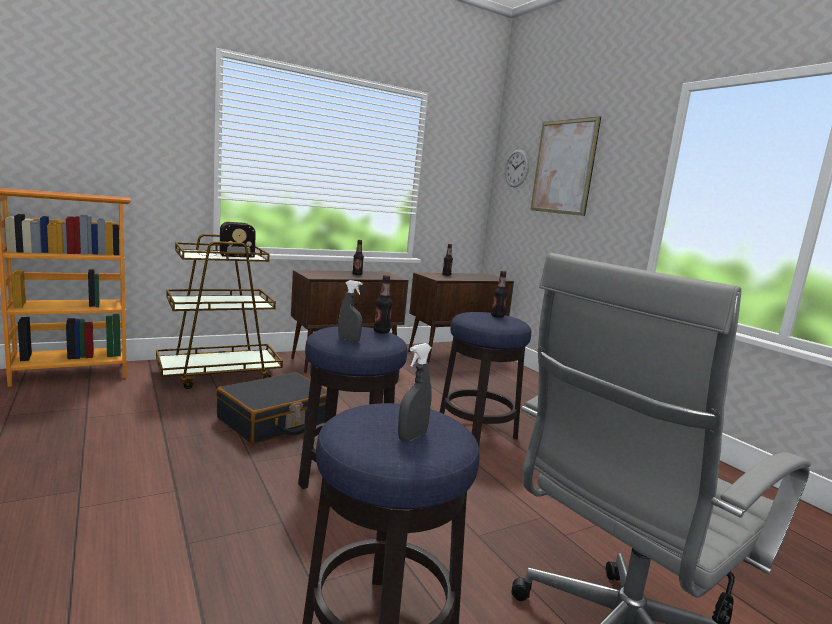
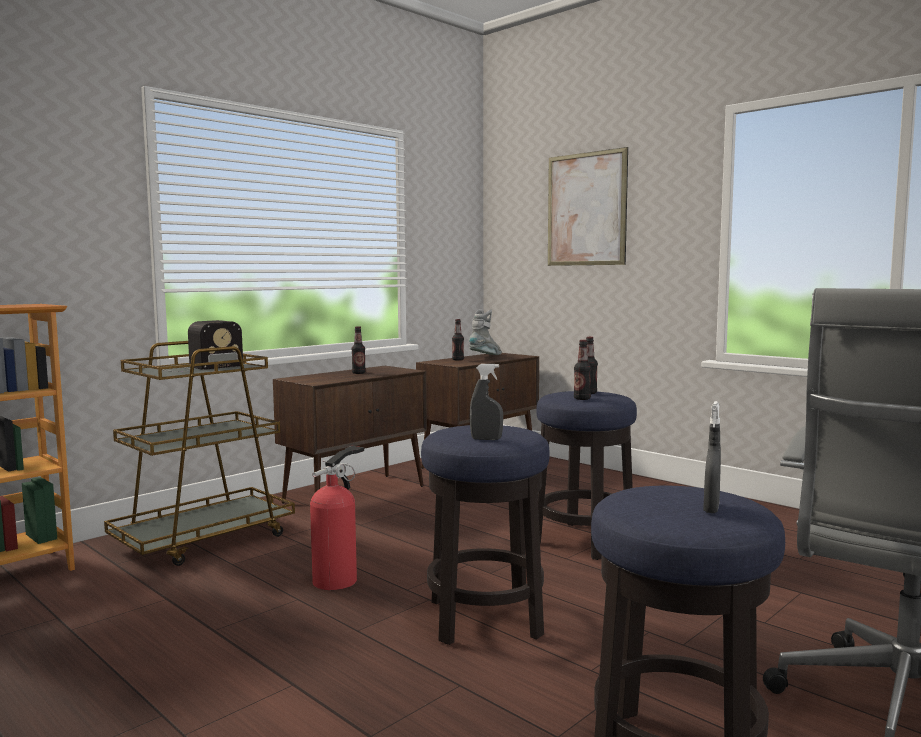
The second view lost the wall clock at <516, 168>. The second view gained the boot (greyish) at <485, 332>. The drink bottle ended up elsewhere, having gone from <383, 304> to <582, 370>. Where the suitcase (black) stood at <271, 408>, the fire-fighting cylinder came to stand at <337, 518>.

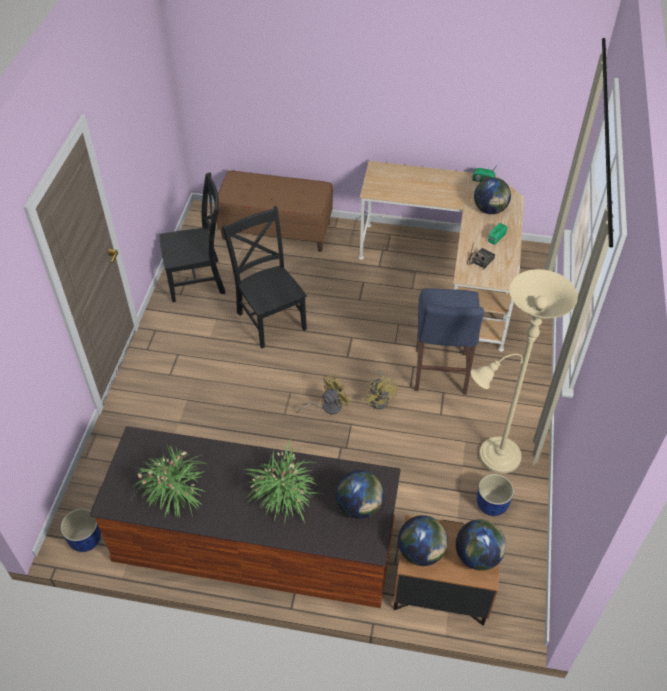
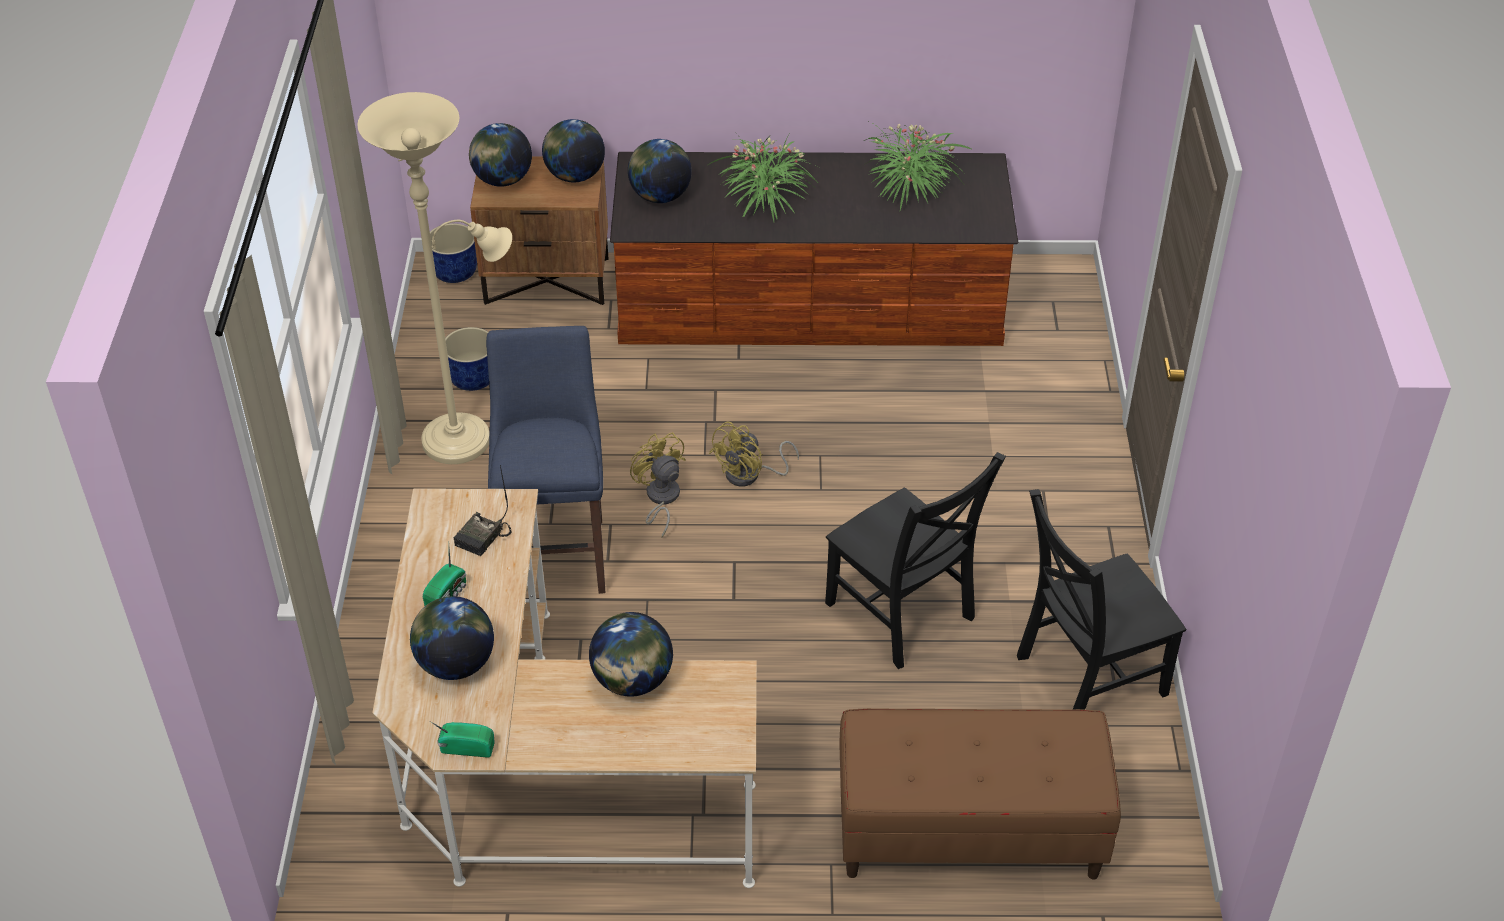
The second view gained the desk globe at <631, 654>. The planter (blue-coloured) ended up elsewhere, having gone from <81, 530> to <453, 253>.

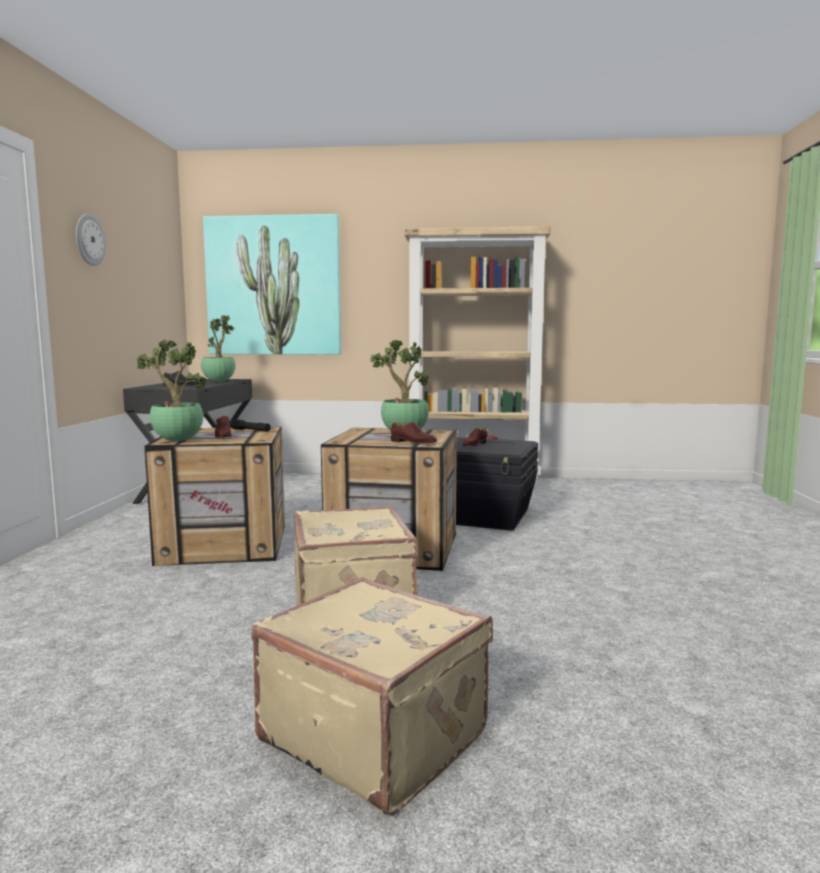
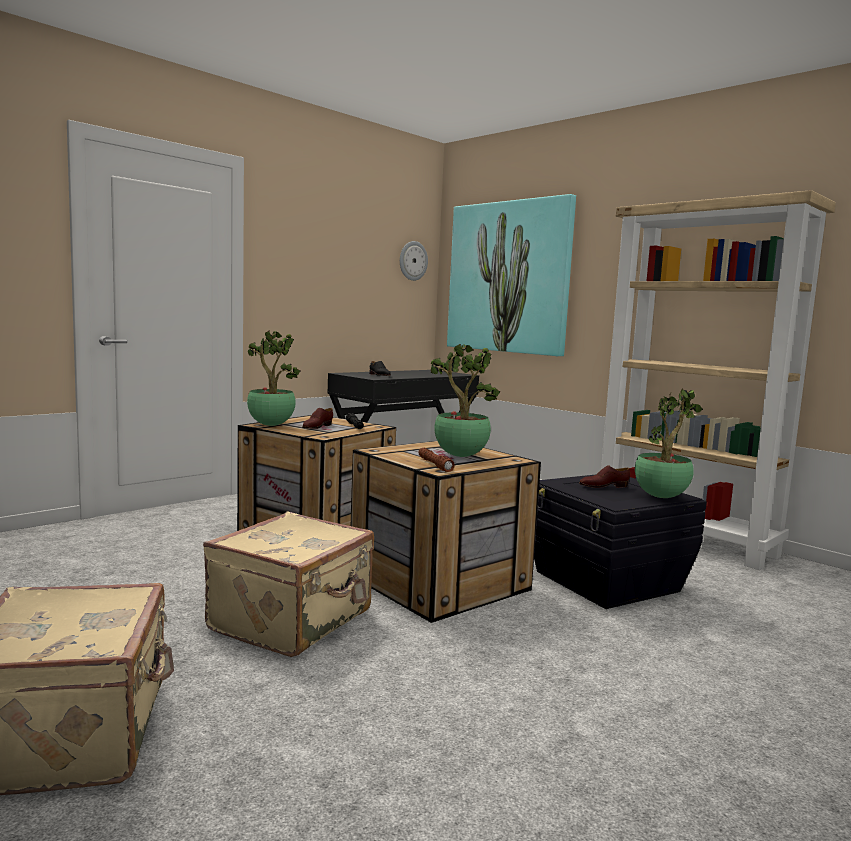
The wall clock ended up elsewhere, having gone from <91, 240> to <414, 261>. The plant in a pot ended up elsewhere, having gone from <218, 348> to <669, 443>. Where the item of footwear (brownish) stood at <414, 432>, the hand torch (brownish) came to stand at <436, 460>.

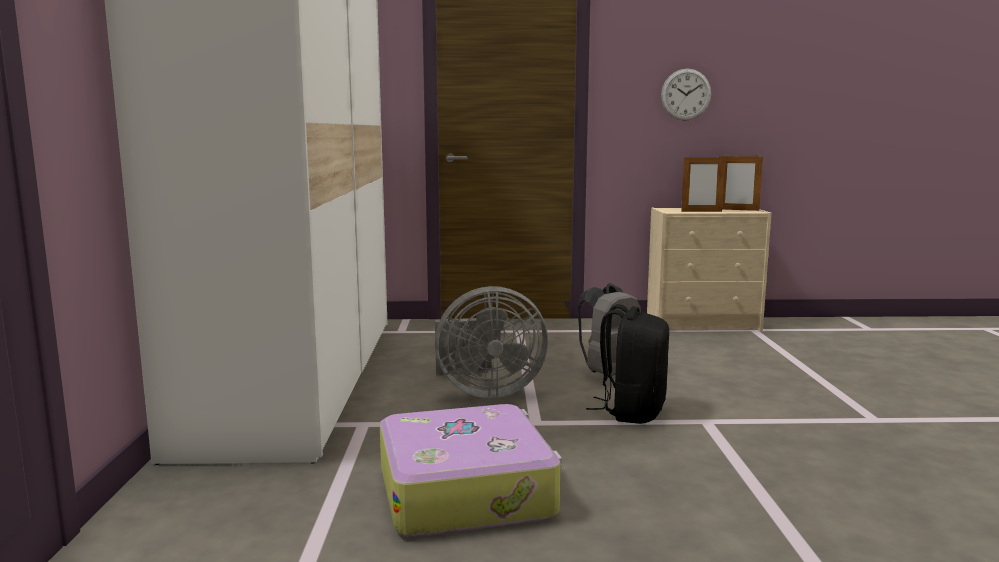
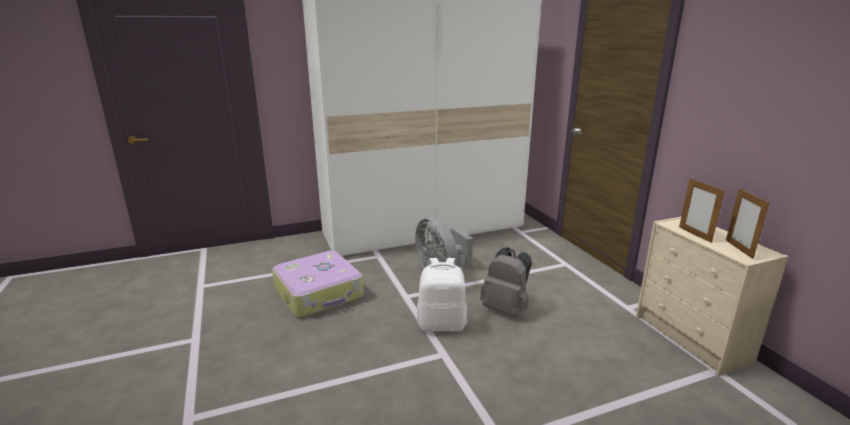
The second view lost the wall clock at <686, 95>. What was the knapsack (black) at <627, 364> turned into the knapsack (white-coloured) at <442, 295>.

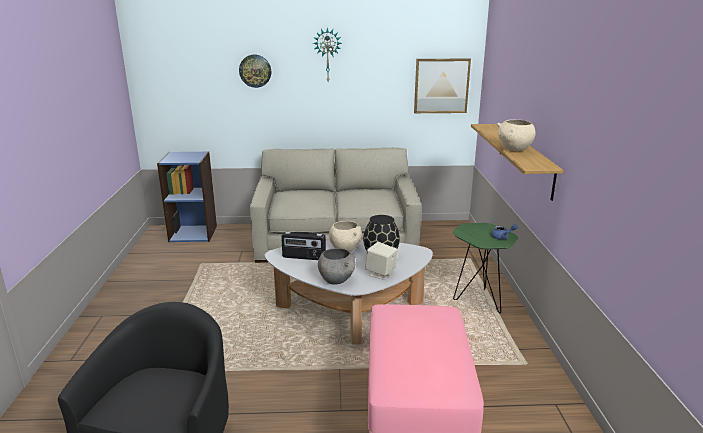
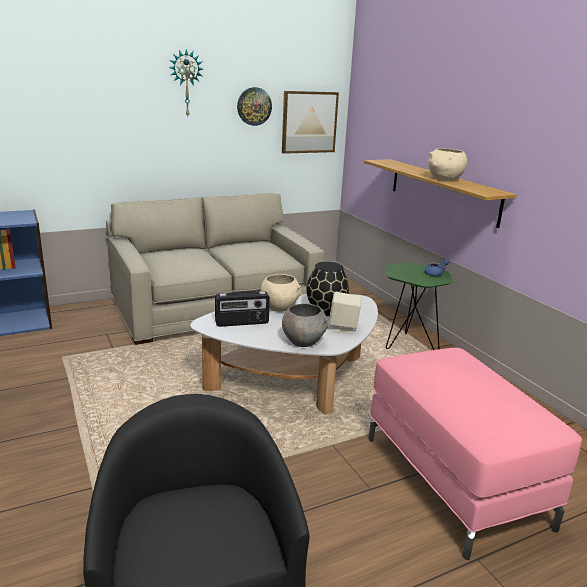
The wall clock ended up elsewhere, having gone from <255, 71> to <254, 106>.

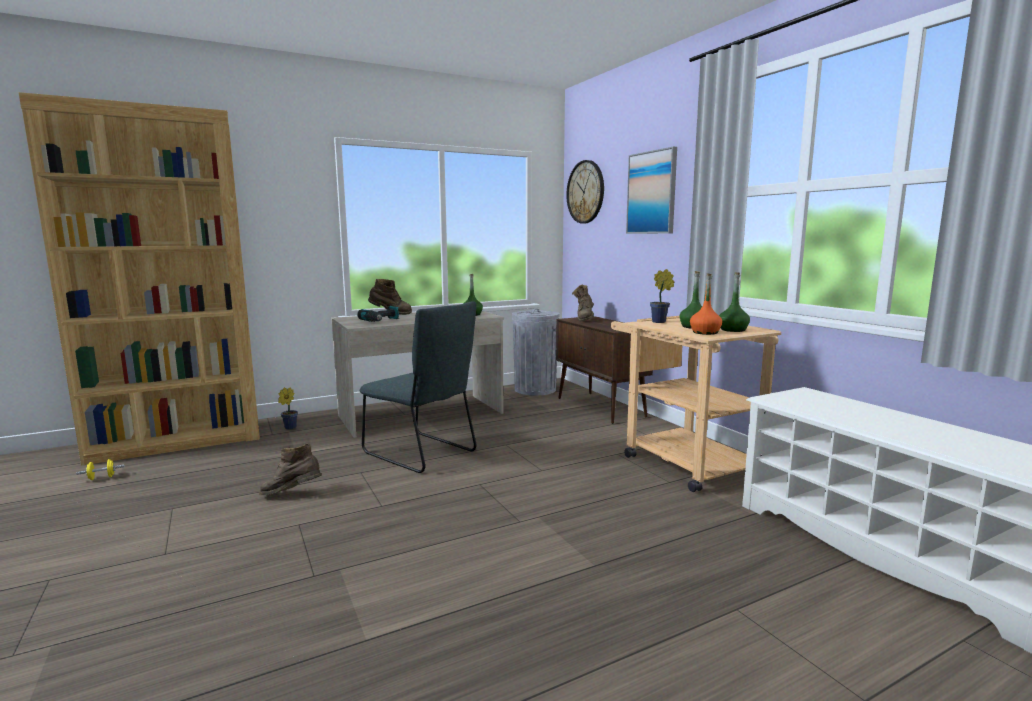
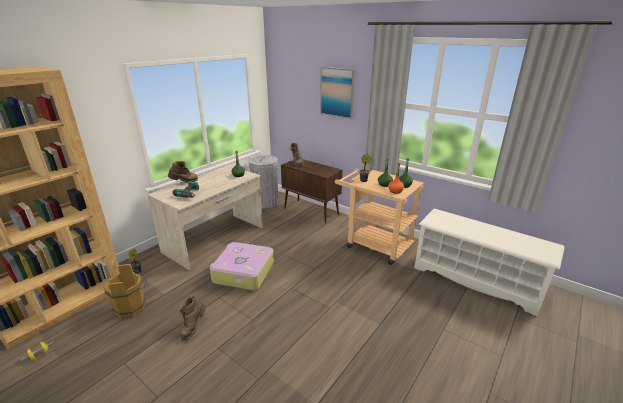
The second view lost the wall clock at <585, 192>. The second view gained the pail (brownish) at <125, 291>. Where the chair (greyish) stood at <418, 387>, the suitcase came to stand at <242, 266>. The boot (brownish) at <290, 469> ended up facing another way, 45 degrees counterclockwise from before.

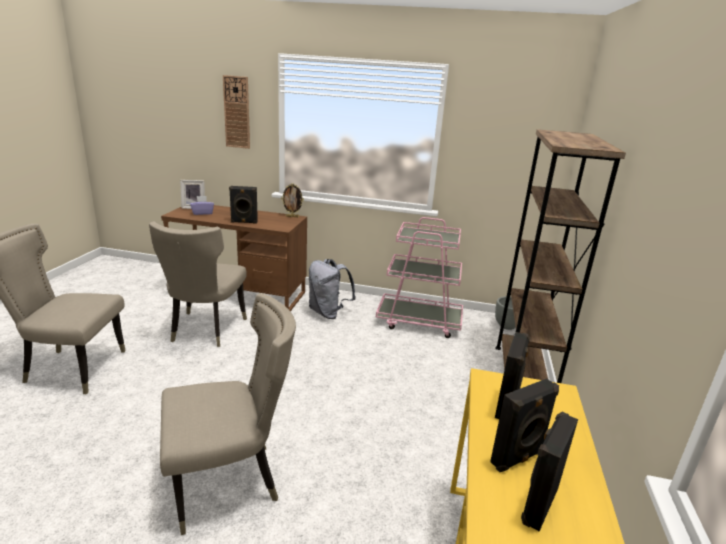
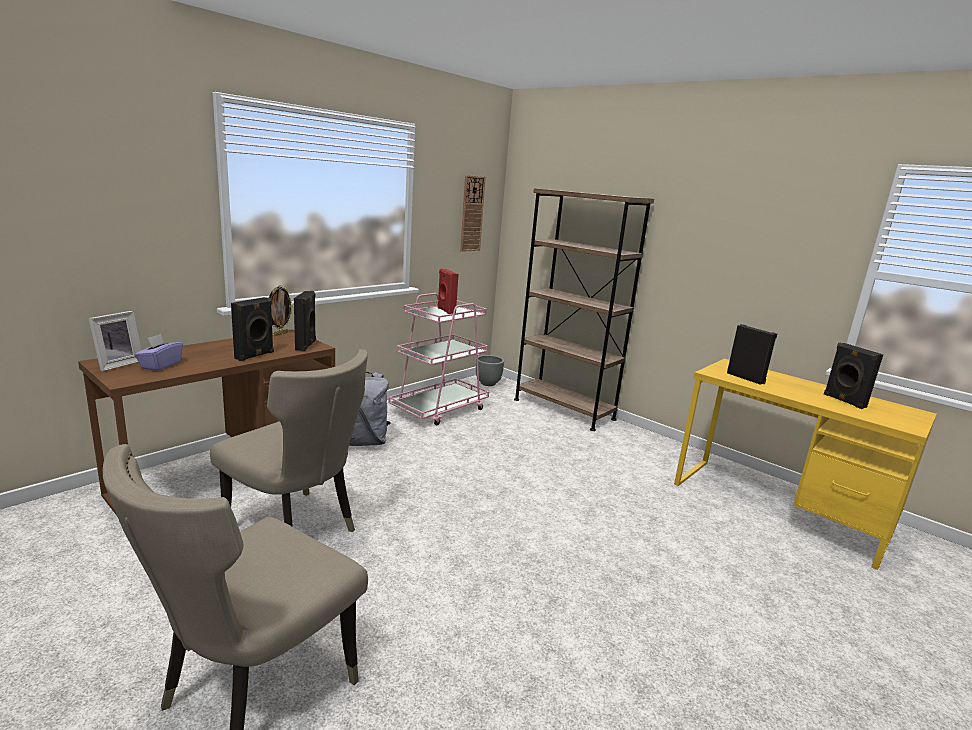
The second view lost the chair (sand-coloured) at <228, 414>. The second view gained the audio speaker (red) at <447, 291>. The wall clock ended up elsewhere, having gone from <236, 112> to <473, 213>. The audio speaker (black) ended up elsewhere, having gone from <524, 425> to <305, 321>.

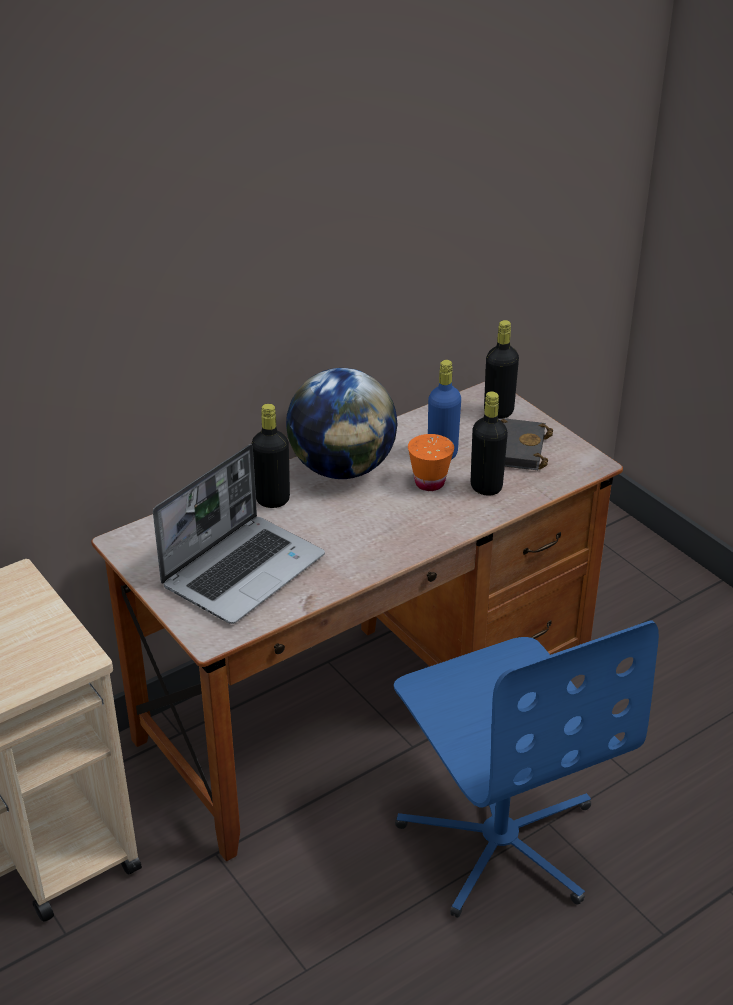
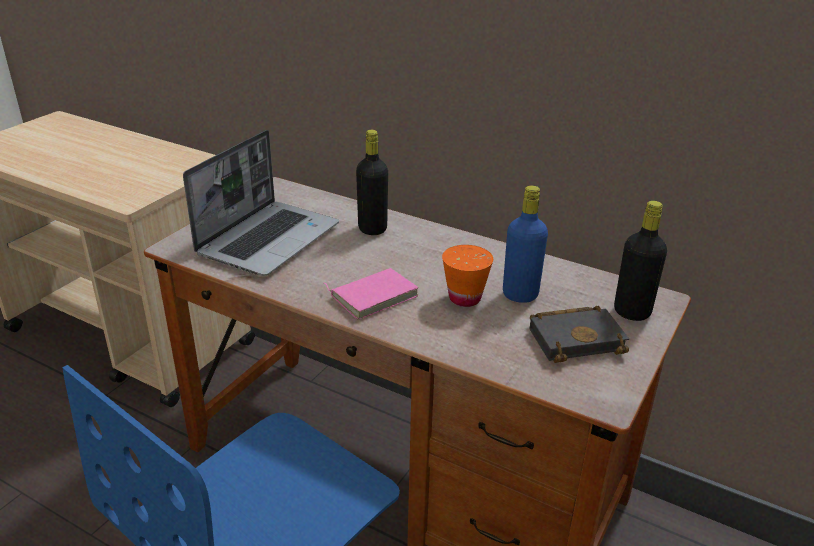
The second view lost the desk globe at <342, 423>. The second view lost the drink bottle (black) at <489, 443>. The second view gained the volume (pink-coloured) at <371, 293>. The portable computer at <239, 534> ended up facing another way, 75 degrees counterclockwise from before.

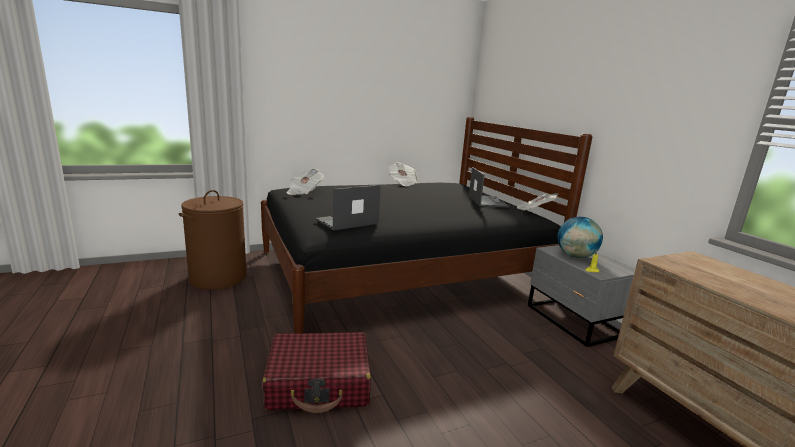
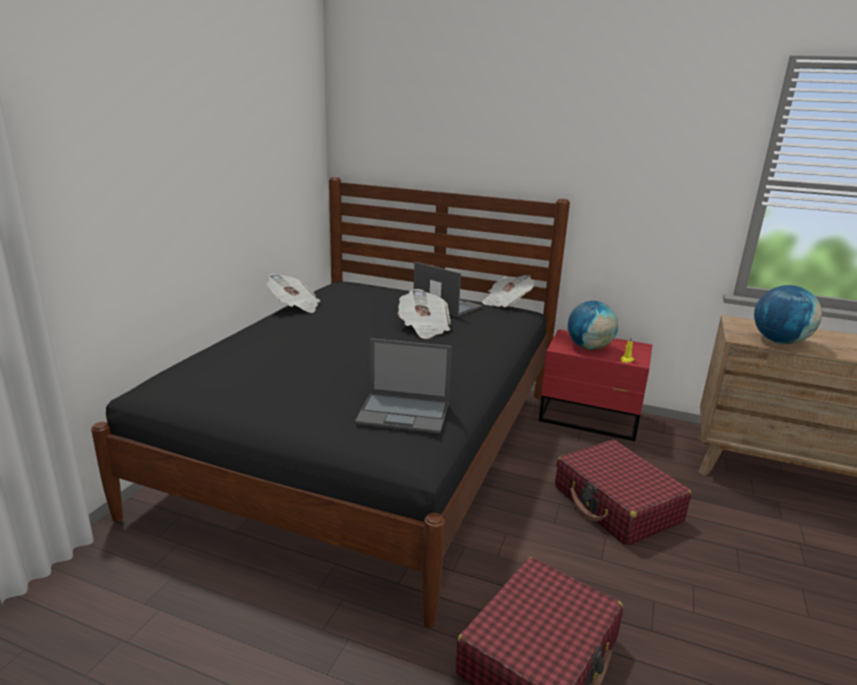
The second view lost the laundry basket (brownish) at <212, 240>. The second view gained the suitcase (red) at <623, 493>. The second view gained the desk globe at <788, 314>. The daily paper ended up elsewhere, having gone from <305, 181> to <424, 314>. What was the nightstand (greyish) at <581, 296> turned into the nightstand (red) at <595, 385>. The portable computer at <348, 208> ended up facing another way, 90 degrees counterclockwise from before.

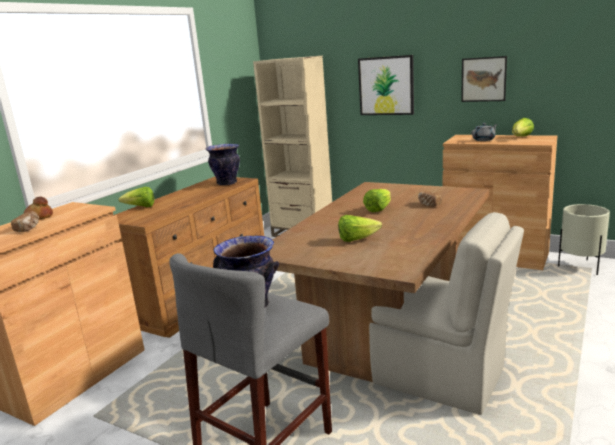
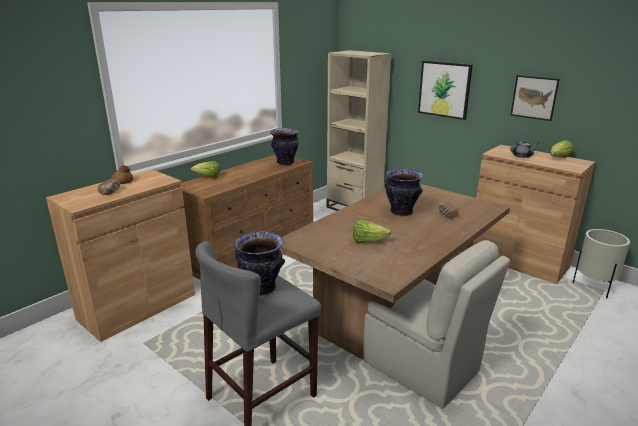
Where the head of lettuce stood at <377, 200>, the vase came to stand at <404, 192>.

